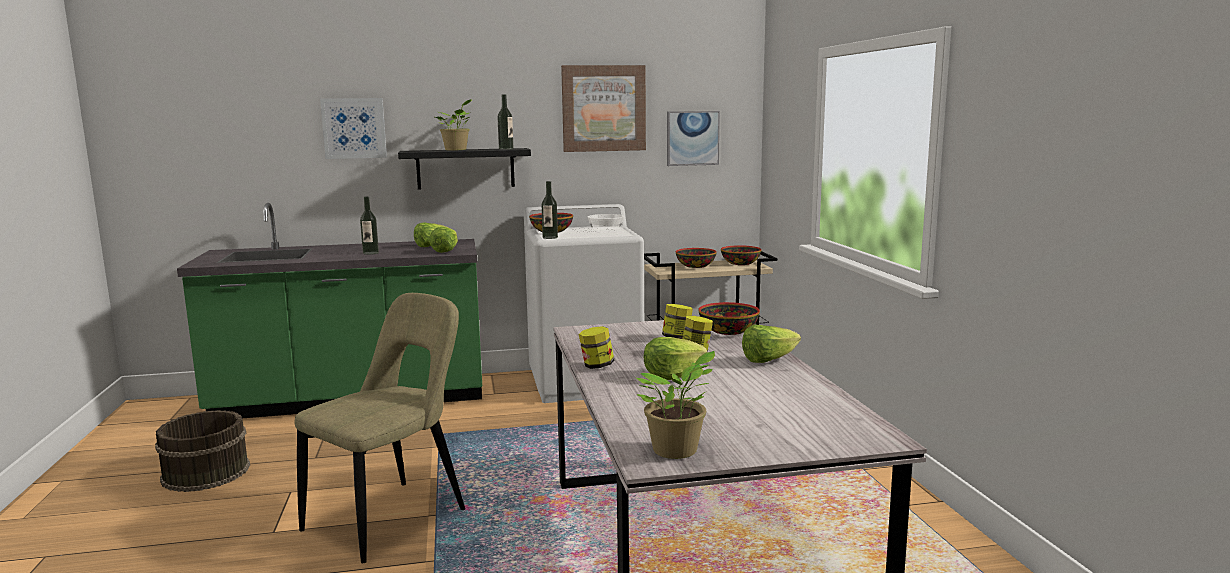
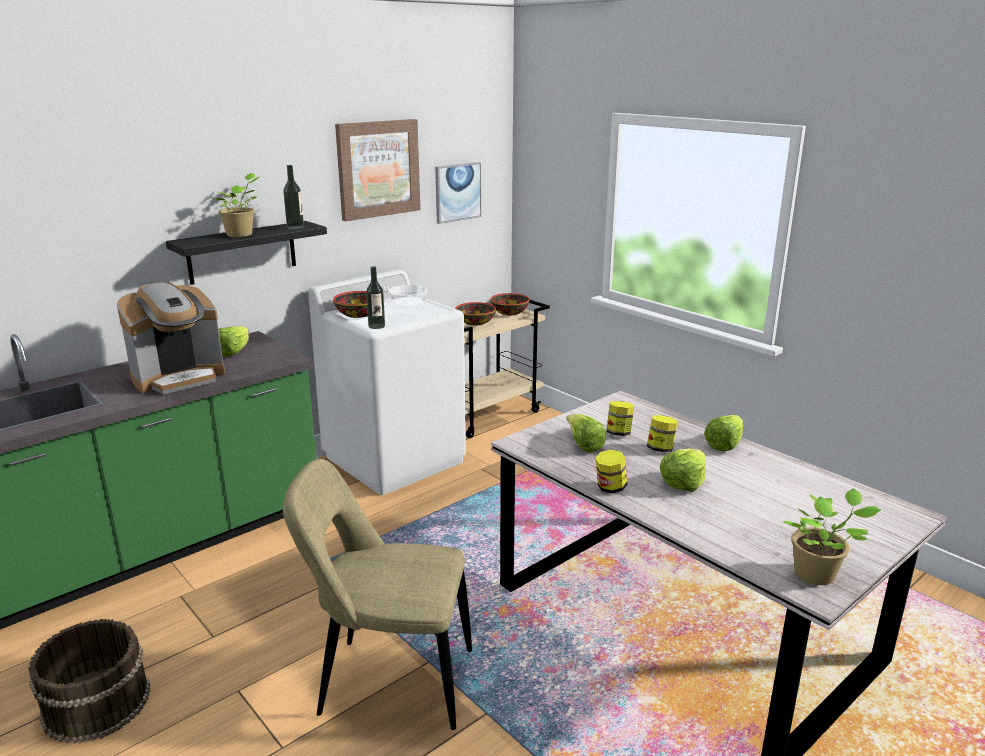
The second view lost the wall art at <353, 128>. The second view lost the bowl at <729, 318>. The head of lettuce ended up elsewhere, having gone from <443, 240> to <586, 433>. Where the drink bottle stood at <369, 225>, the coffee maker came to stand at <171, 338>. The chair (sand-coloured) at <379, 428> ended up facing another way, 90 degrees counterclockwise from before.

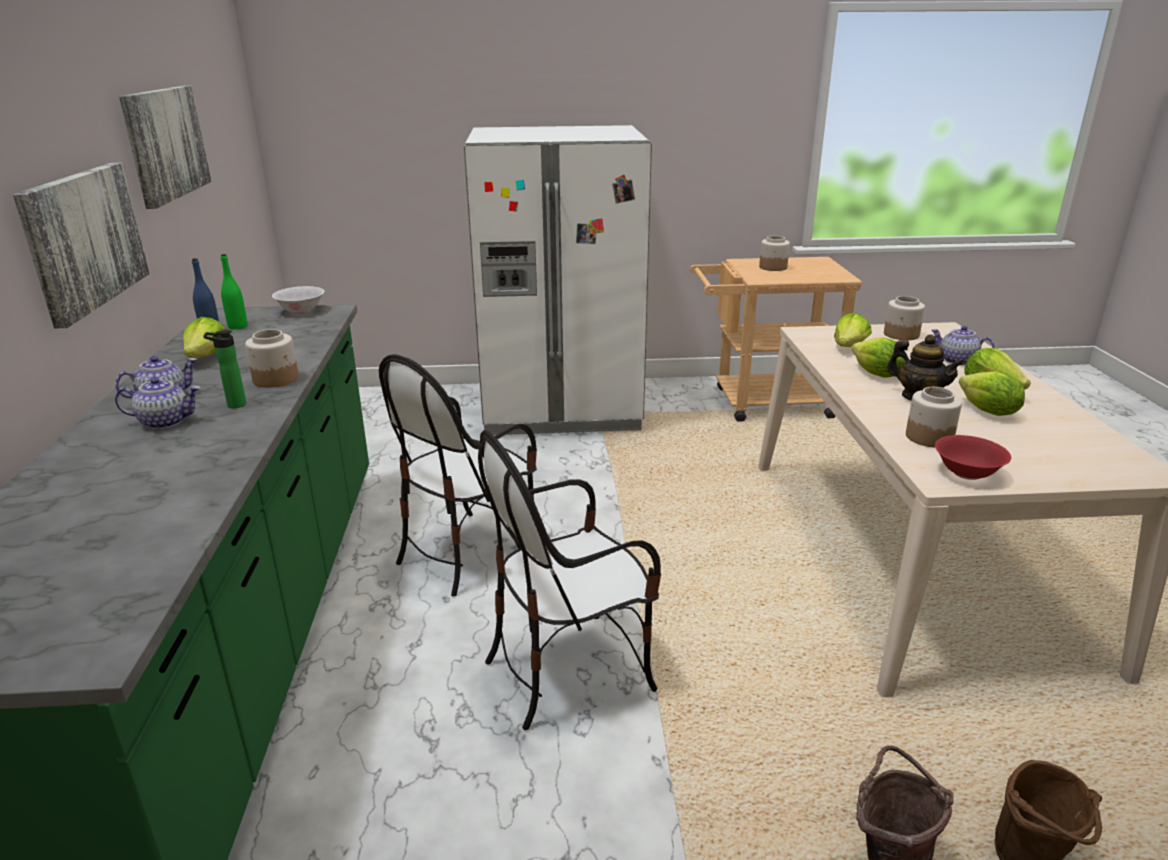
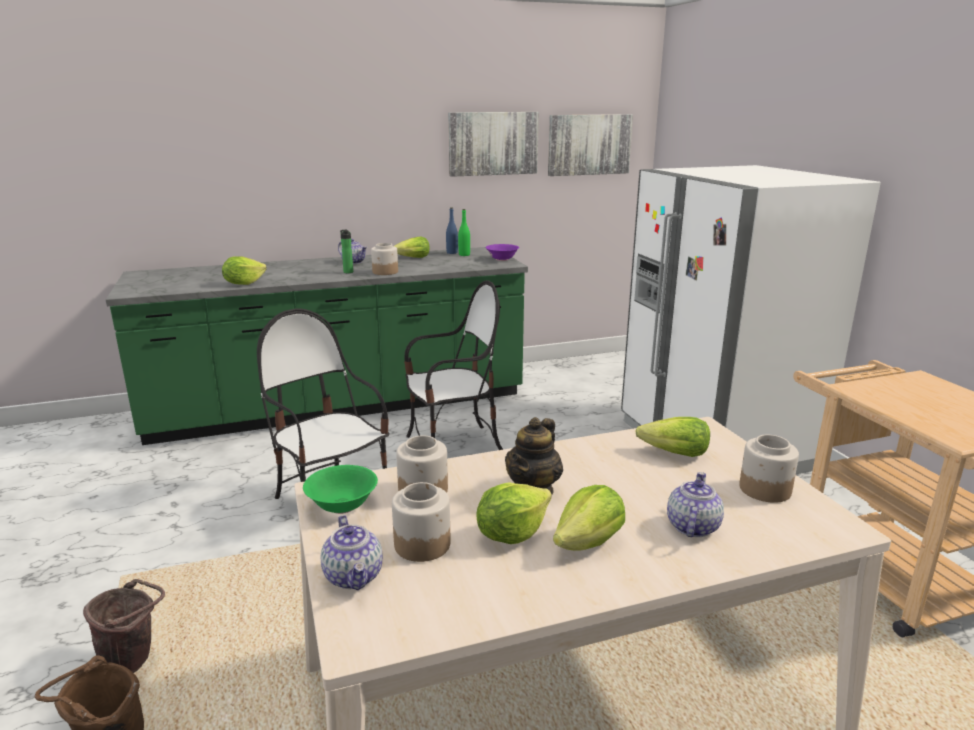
The wall art ended up elsewhere, having gone from <81, 245> to <590, 145>. The teapot ended up elsewhere, having gone from <158, 403> to <352, 552>. The jar ended up elsewhere, having gone from <774, 253> to <421, 522>. The head of lettuce ended up elsewhere, having gone from <879, 358> to <244, 270>. What was the bowl (white-coloured) at <298, 300> turned into the bowl (purple) at <502, 252>. What was the bowl (red) at <973, 457> turned into the bowl (green-coloured) at <340, 489>. The chair at <458, 475> ended up facing another way, 135 degrees clockwise from before.

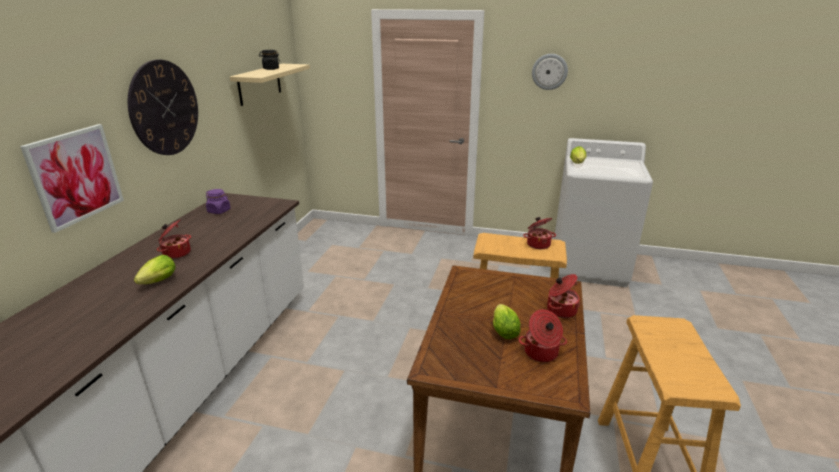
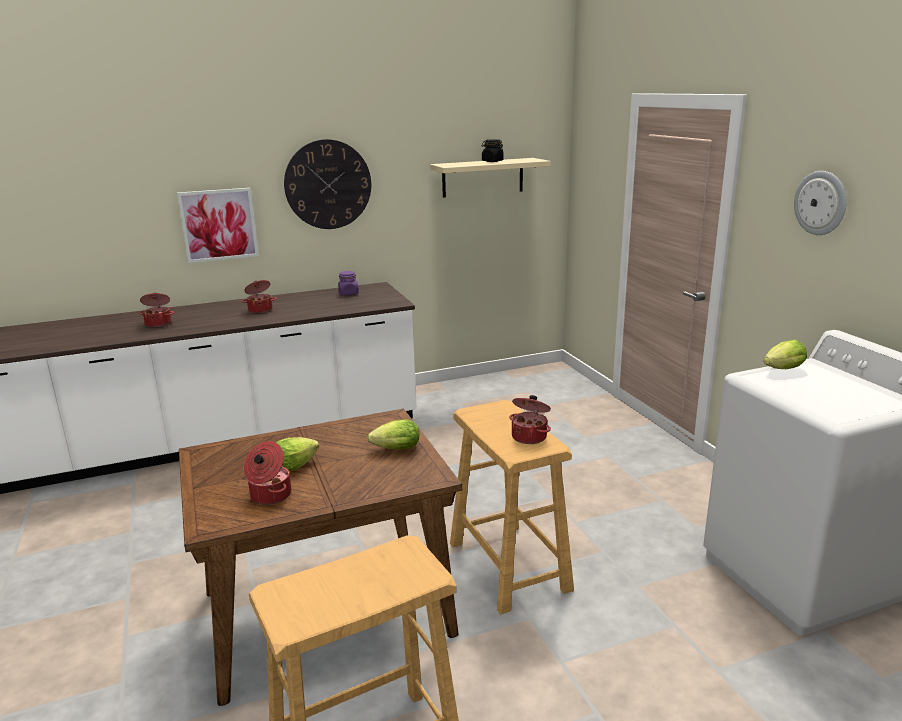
The head of lettuce ended up elsewhere, having gone from <154, 269> to <393, 434>. The cooking pot ended up elsewhere, having gone from <563, 296> to <156, 310>.

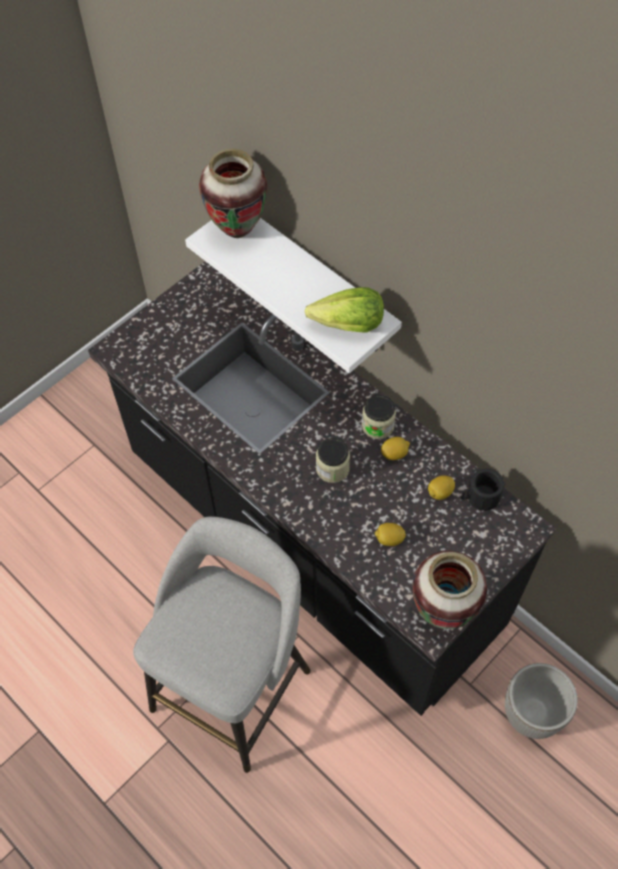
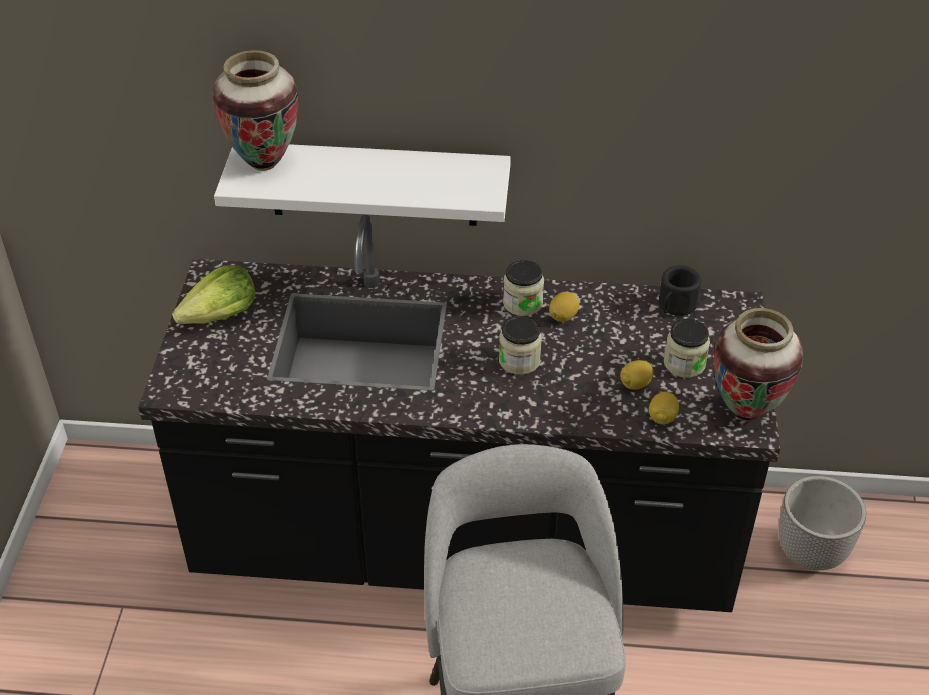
The second view gained the jar at <687, 348>. The head of lettuce ended up elsewhere, having gone from <344, 310> to <213, 294>. The lemon ended up elsewhere, having gone from <441, 487> to <664, 408>.

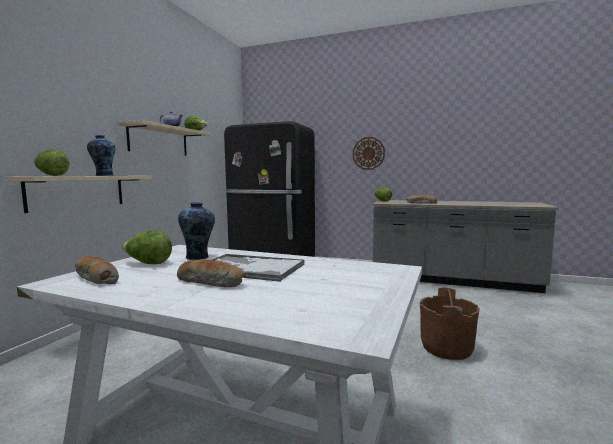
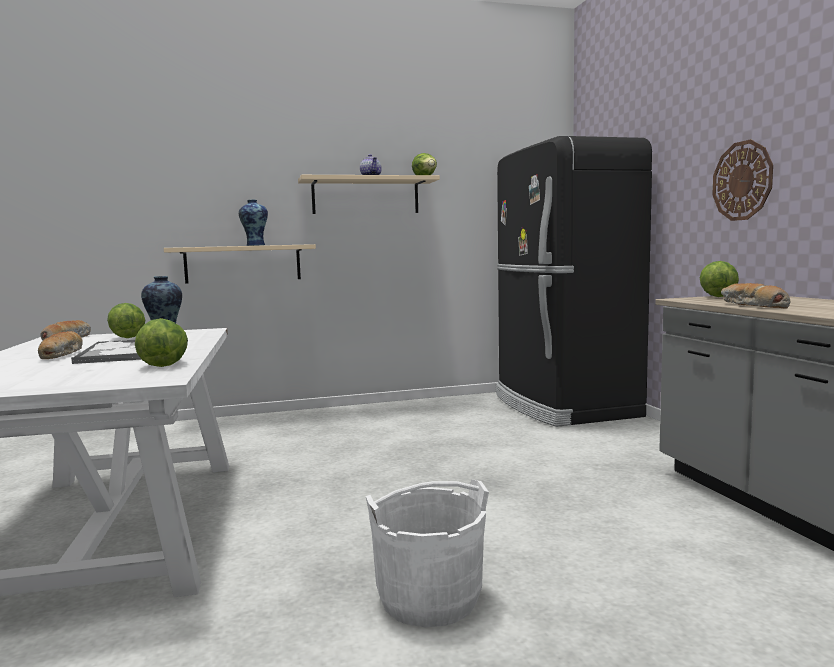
The head of lettuce ended up elsewhere, having gone from <52, 162> to <161, 342>. What was the pail (brownish) at <450, 323> turned into the pail (white-coloured) at <427, 553>.

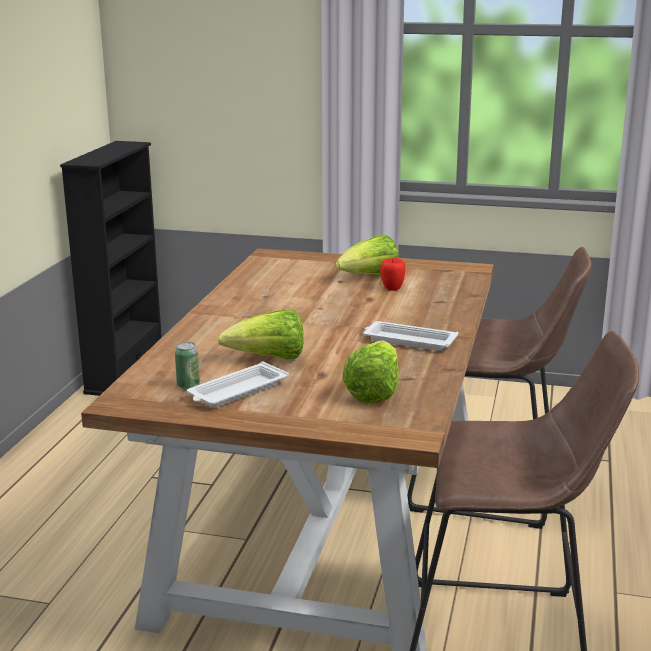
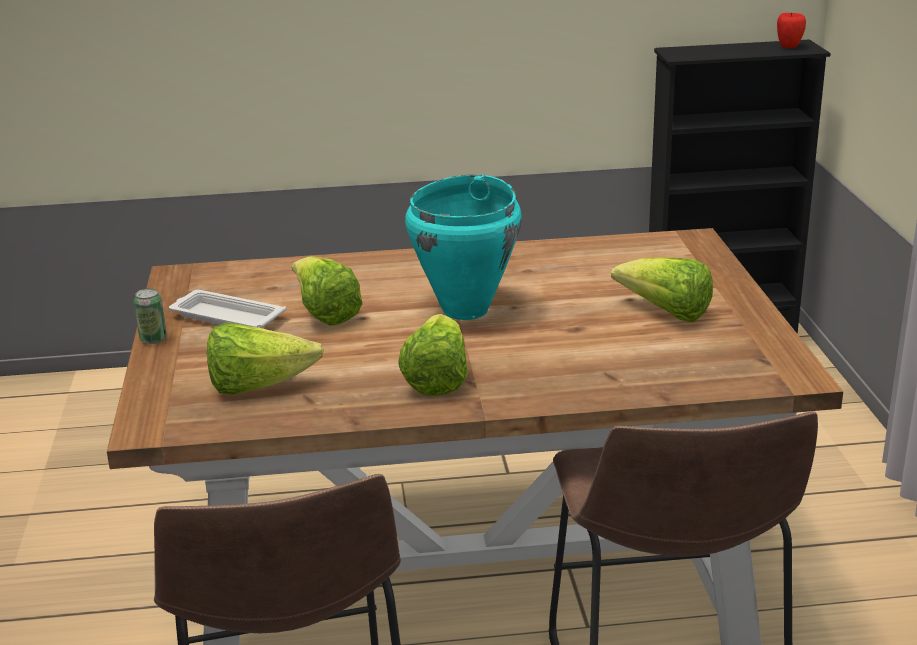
The second view gained the cooking pot (turquoise) at <463, 247>. The can ended up elsewhere, having gone from <187, 365> to <150, 316>. The whole apple ended up elsewhere, having gone from <392, 274> to <791, 30>. Where the carrying tray (white-coloured) stood at <411, 336>, the head of lettuce came to stand at <433, 355>.

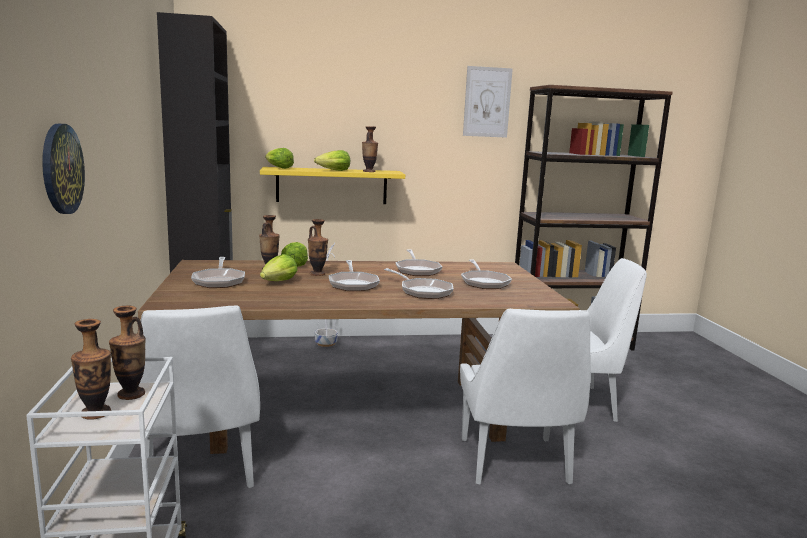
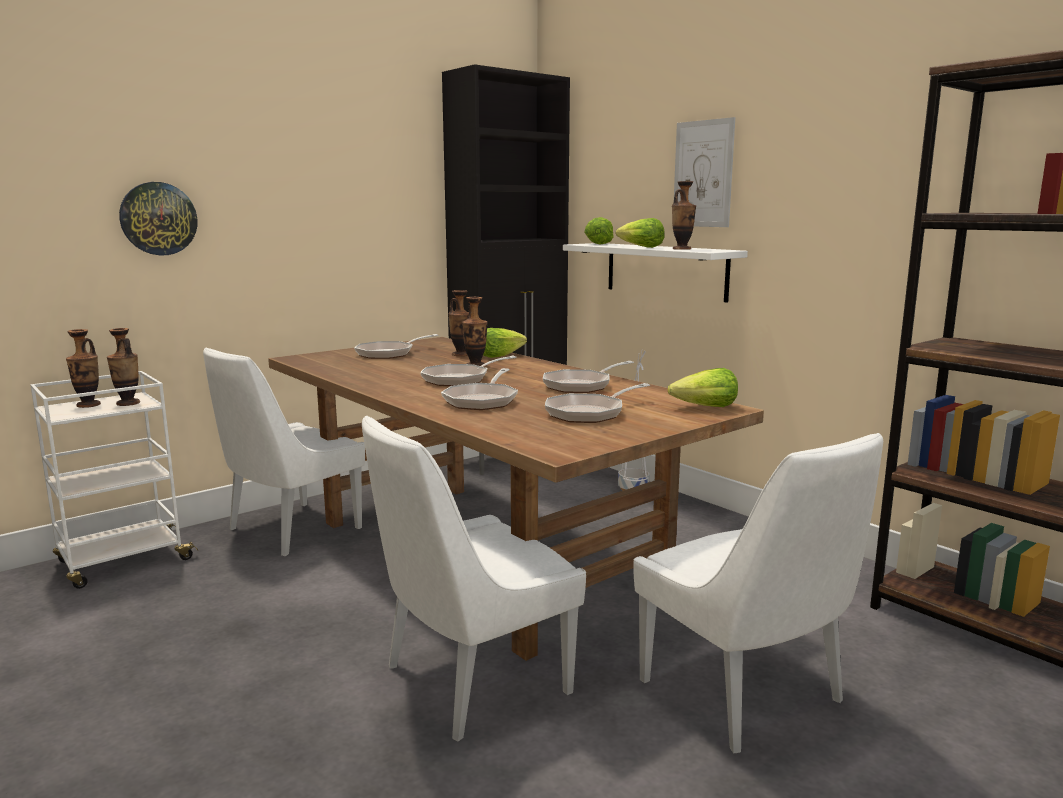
The head of lettuce ended up elsewhere, having gone from <278, 267> to <703, 387>. The wall art ended up elsewhere, having gone from <488, 102> to <704, 172>. What was the bracket shelf (yellow) at <332, 185> turned into the bracket shelf (white-coloured) at <655, 273>.

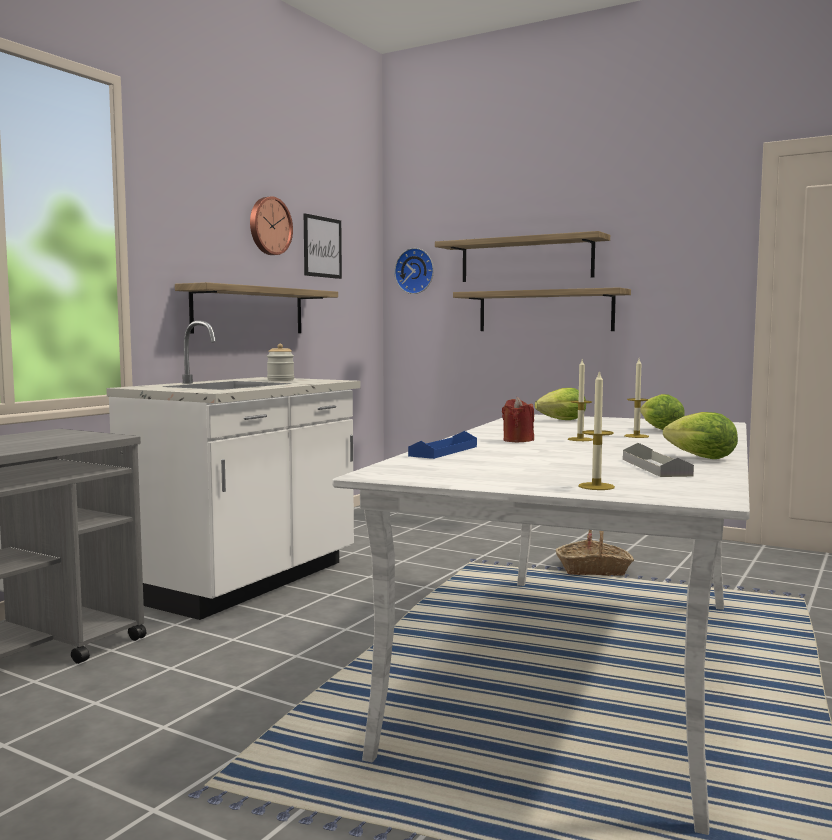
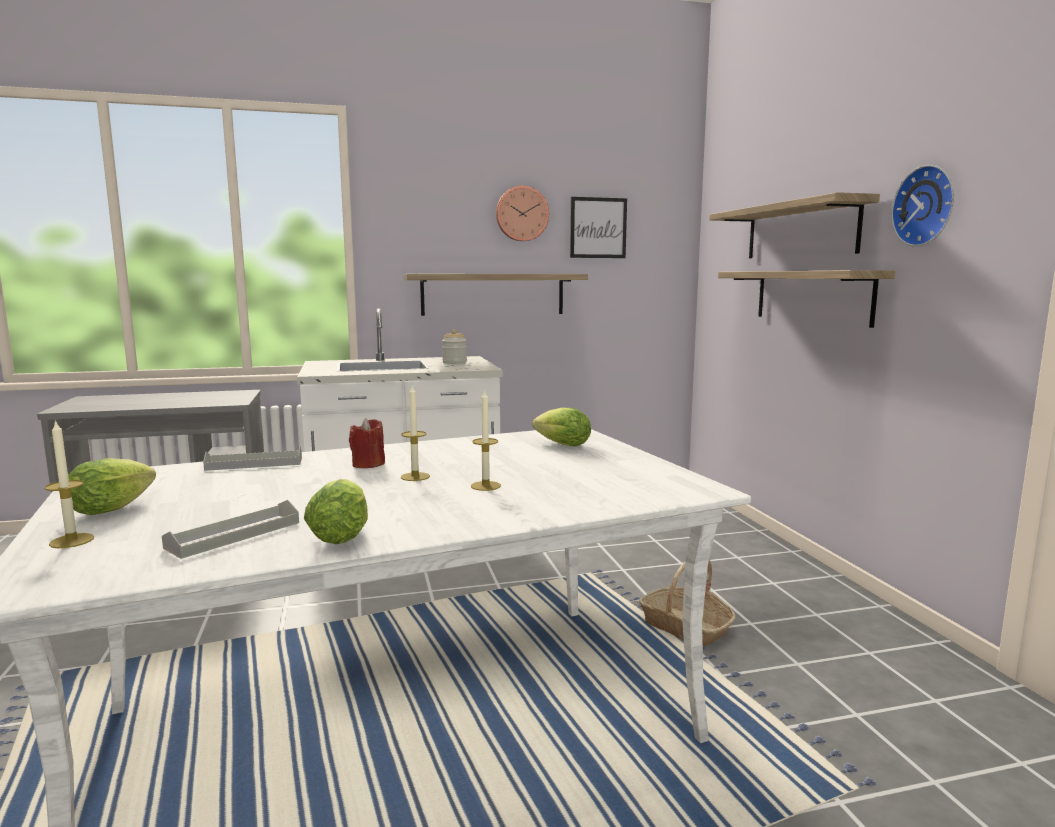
The wall clock ended up elsewhere, having gone from <414, 271> to <922, 206>. The head of lettuce ended up elsewhere, having gone from <663, 412> to <112, 486>. What was the carrying tray (blue-coloured) at <442, 445> turned into the carrying tray (greyish) at <252, 458>.

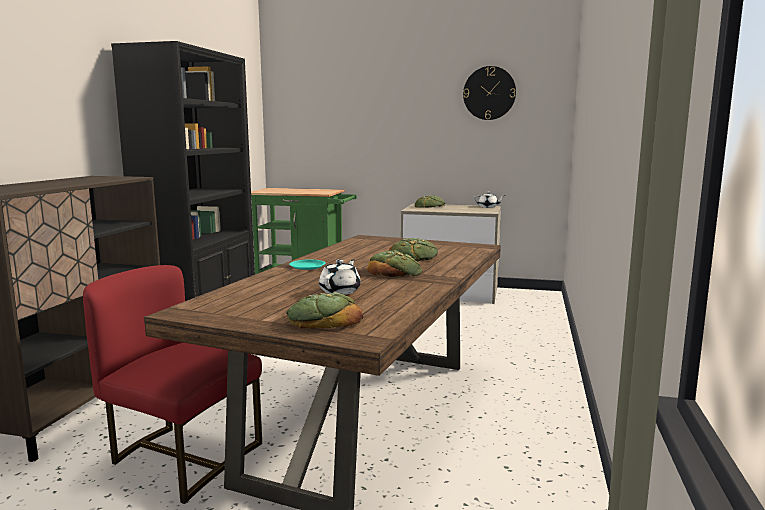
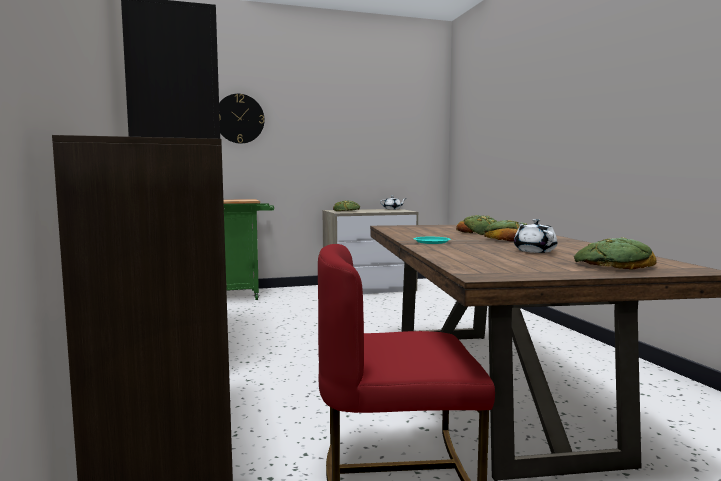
The wall clock ended up elsewhere, having gone from <489, 93> to <242, 119>.

